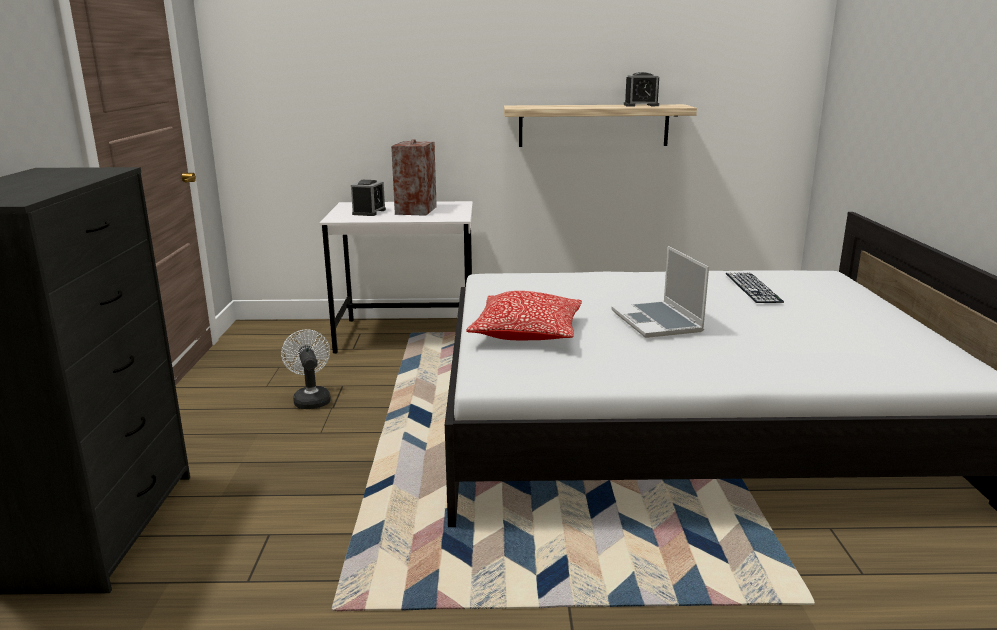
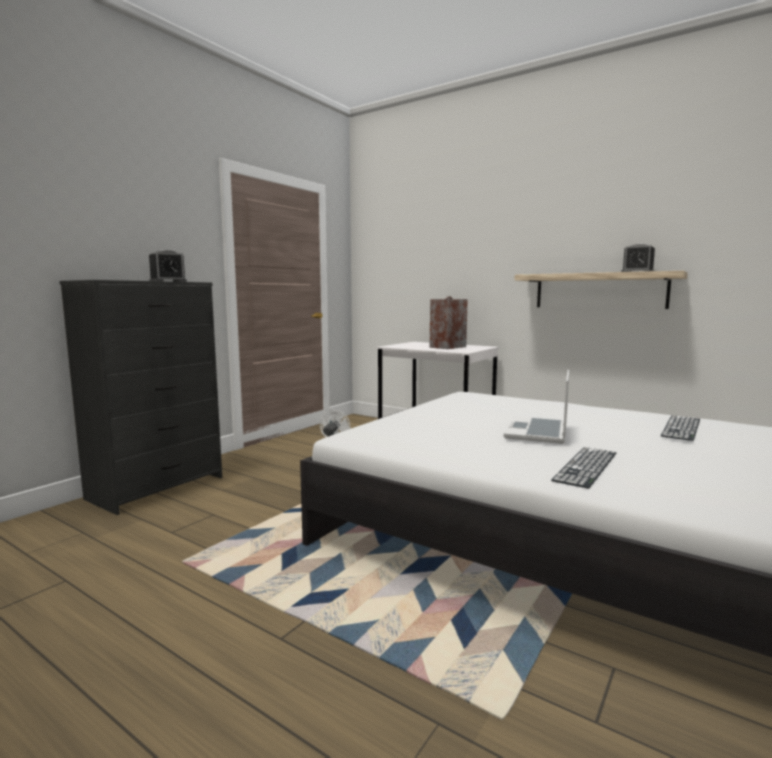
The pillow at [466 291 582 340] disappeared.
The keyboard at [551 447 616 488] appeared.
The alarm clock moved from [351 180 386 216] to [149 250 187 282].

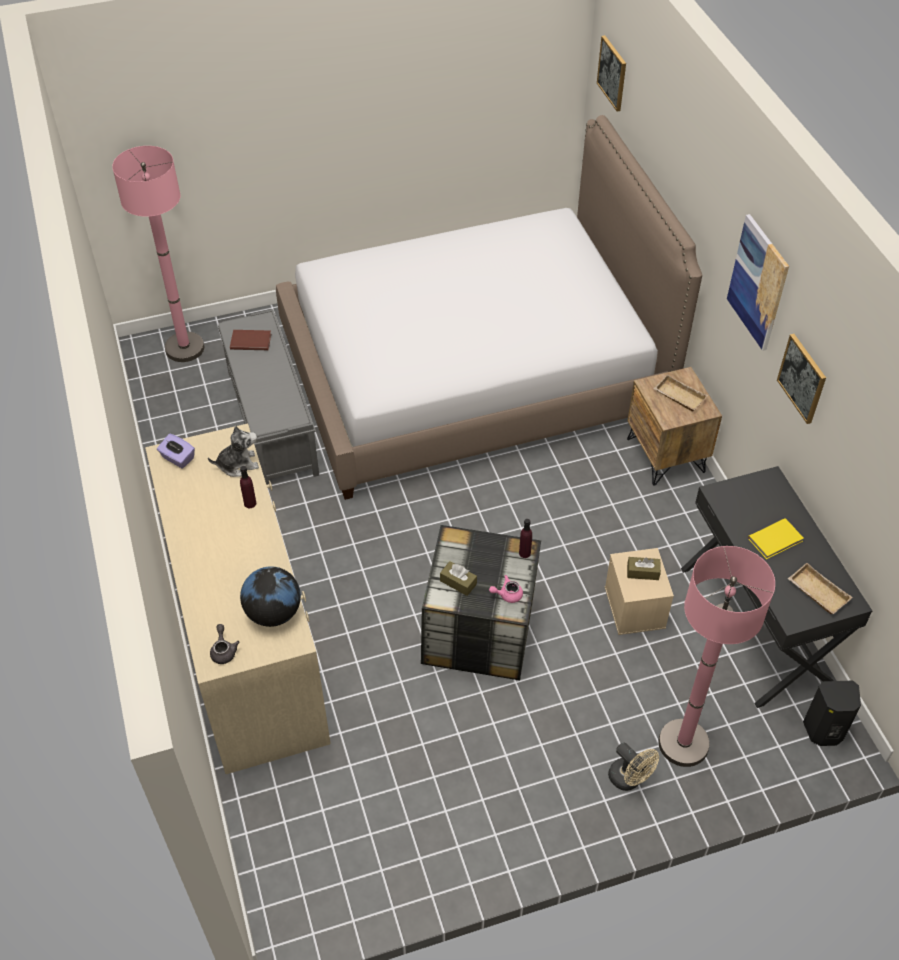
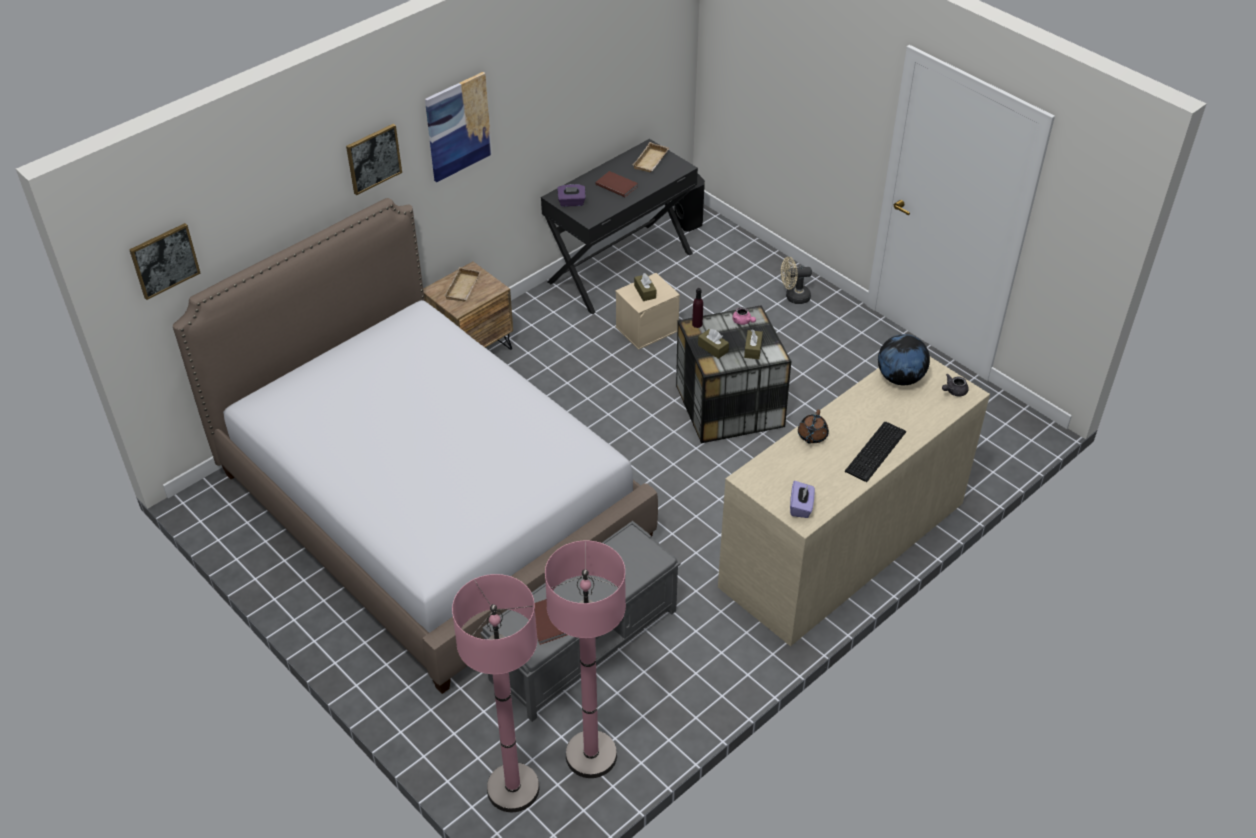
The plush toy at [208 425 259 477] disappeared.
The purple tissue box at [557 184 586 207] appeared.
The brown tissue box at [698 329 729 359] appeared.
The keyboard at [845 422 906 482] appeared.
The pink floor lamp moved from [658 546 775 767] to [545 541 626 778].
The picture moved from [777 334 826 424] to [346 124 402 195].
The purple bottle at [240 466 256 508] was replaced by the brown teapot at [798 410 829 444].
The yellow book at [748 518 804 559] became the brown book at [595 171 638 197].
The beige fan at [608 743 659 791] turned 120 degrees counterclockwise.

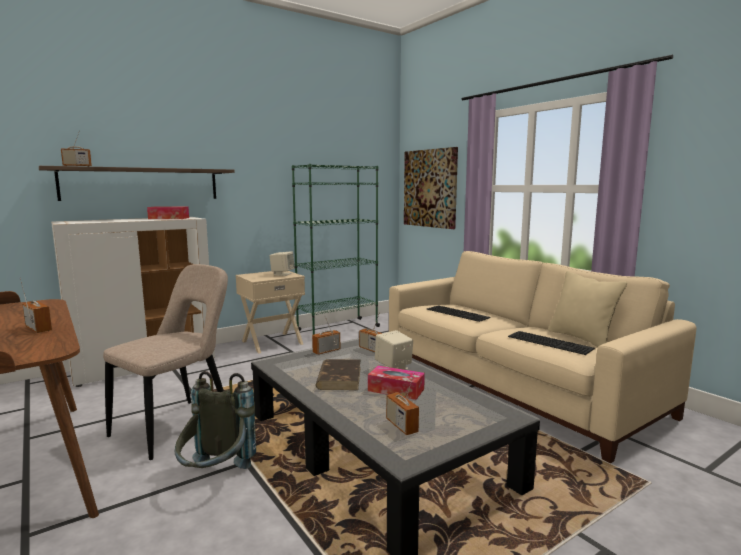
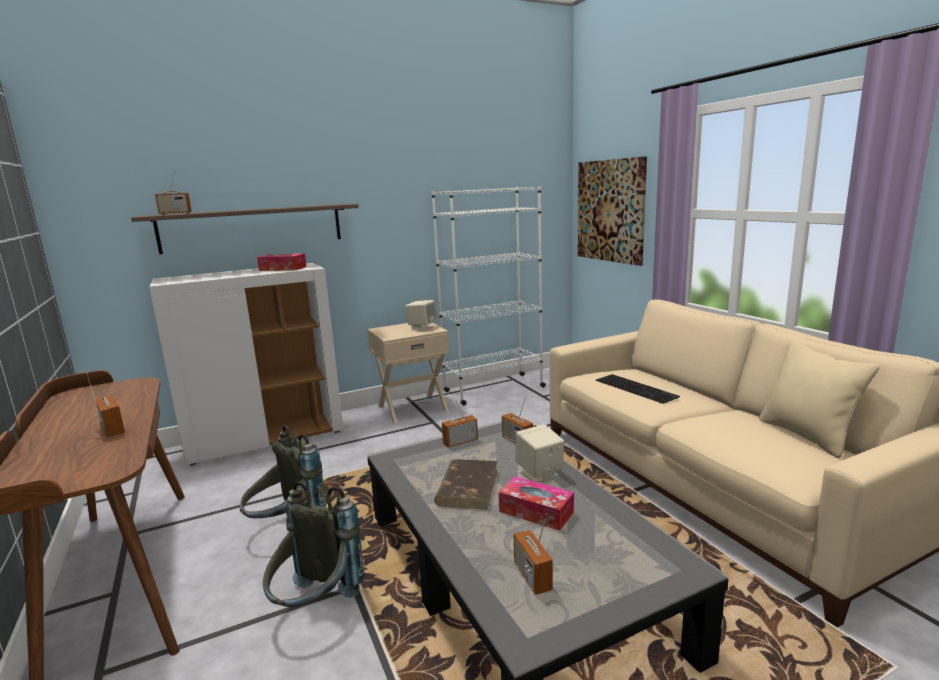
The keyboard at [508 331 595 355] disappeared.
The beige chair at [103 264 228 460] was replaced by the grey backpack at [240 425 327 518].
The green bookcase at [292 164 380 335] became the white bookcase at [431 186 546 406].

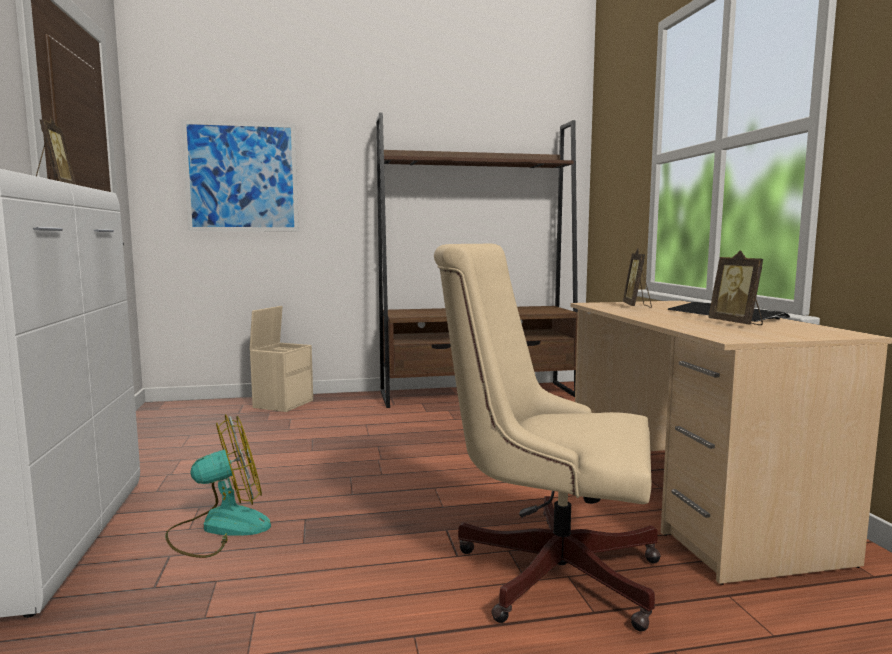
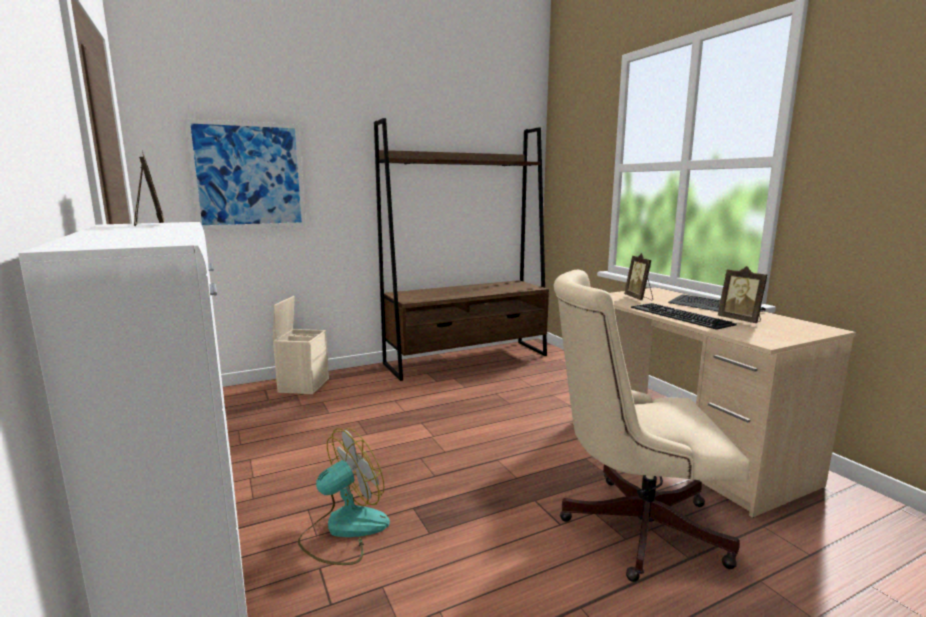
The keyboard at [631 303 737 330] appeared.

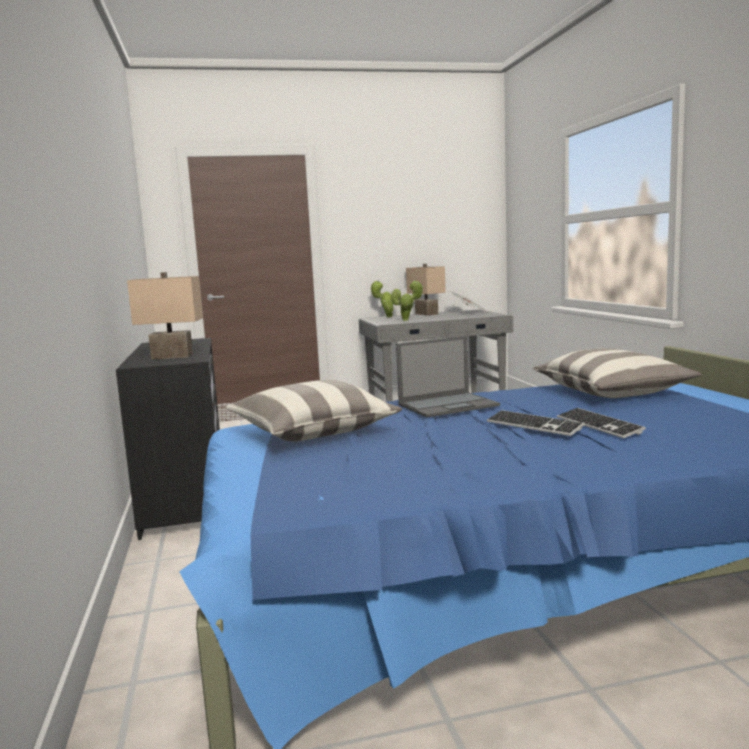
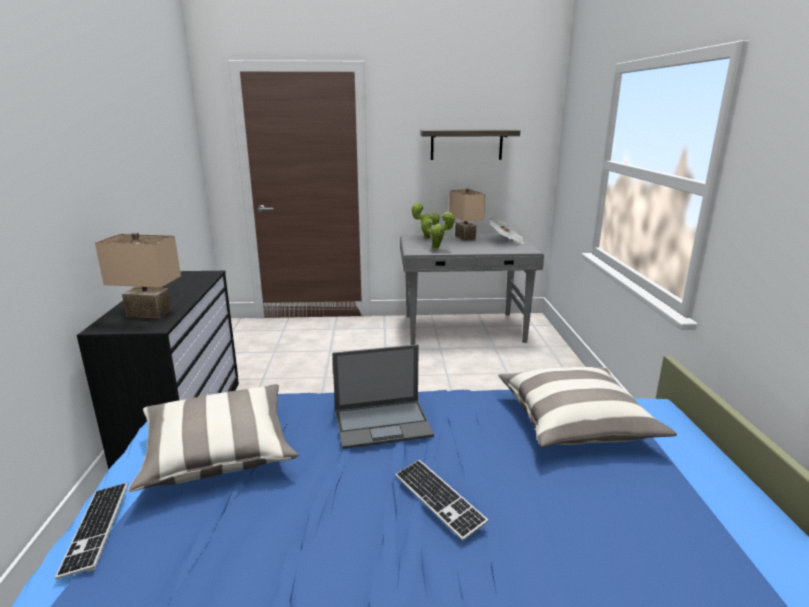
The shelf at [420 129 520 160] appeared.
The keyboard moved from [557 408 646 438] to [55 483 128 579].

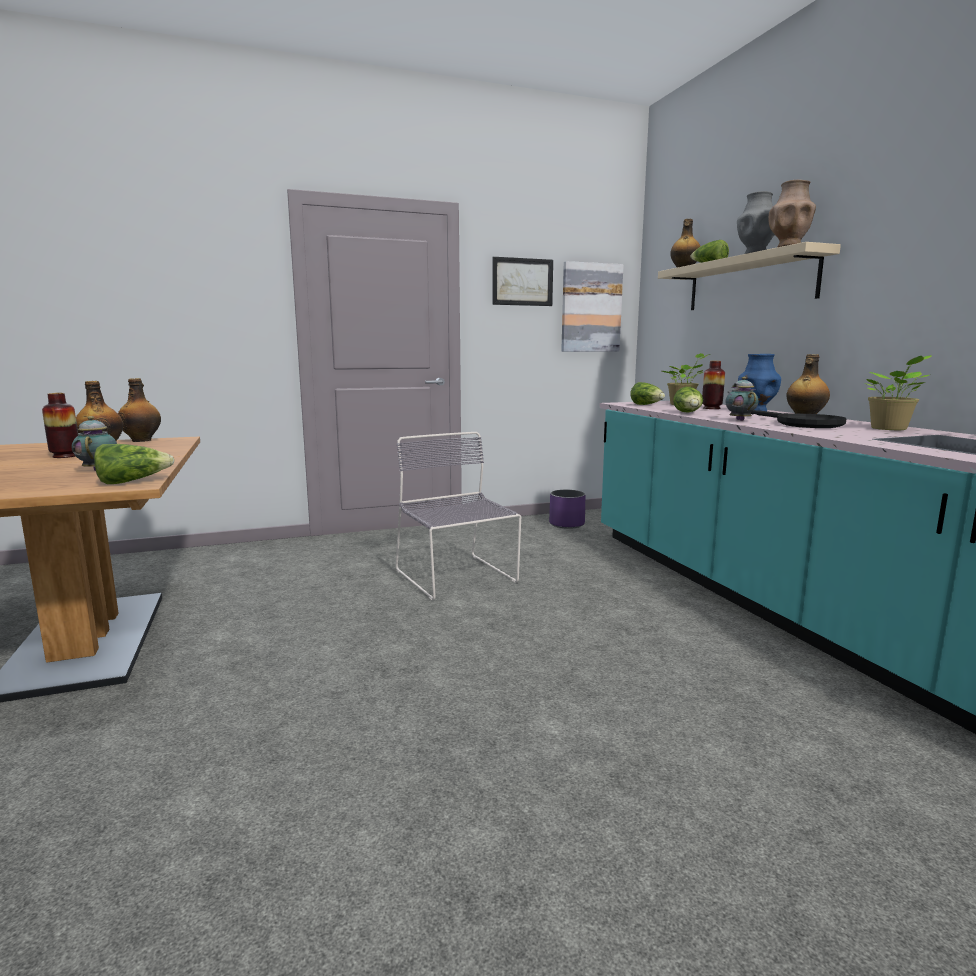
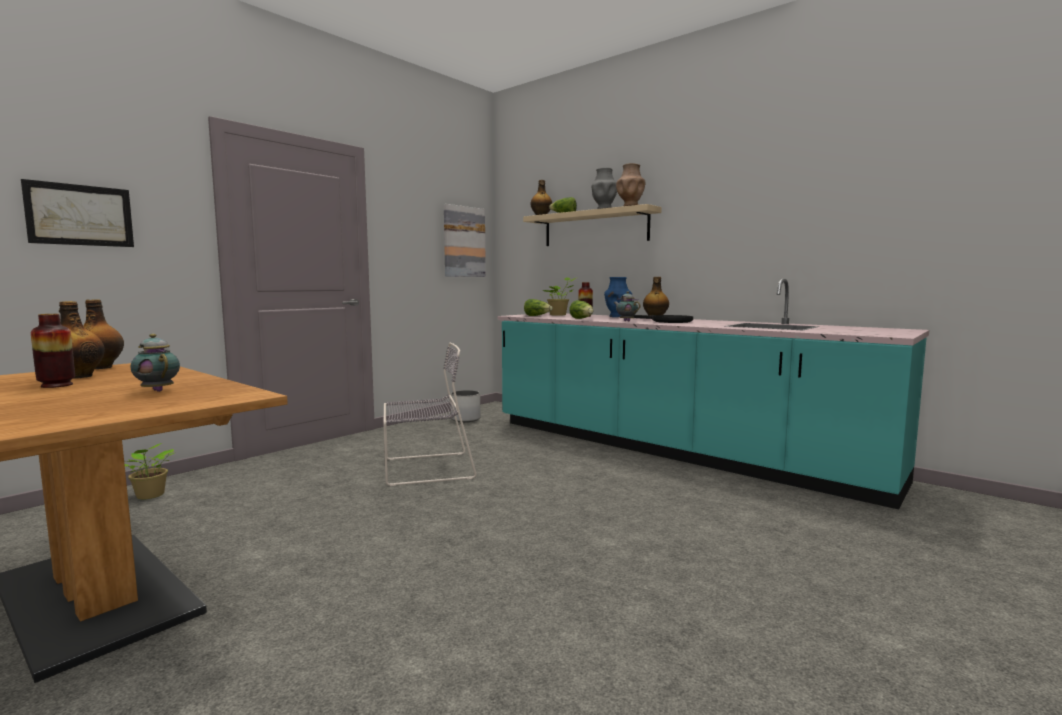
The lettuce at [94 444 174 484] disappeared.
The picture moved from [493 257 553 306] to [21 179 134 247].
The potted plant moved from [863 355 932 430] to [124 443 176 500].
The purple planter at [549 490 586 529] became the white planter at [451 390 481 422].
The grey chair at [396 432 521 600] turned 135 degrees clockwise.

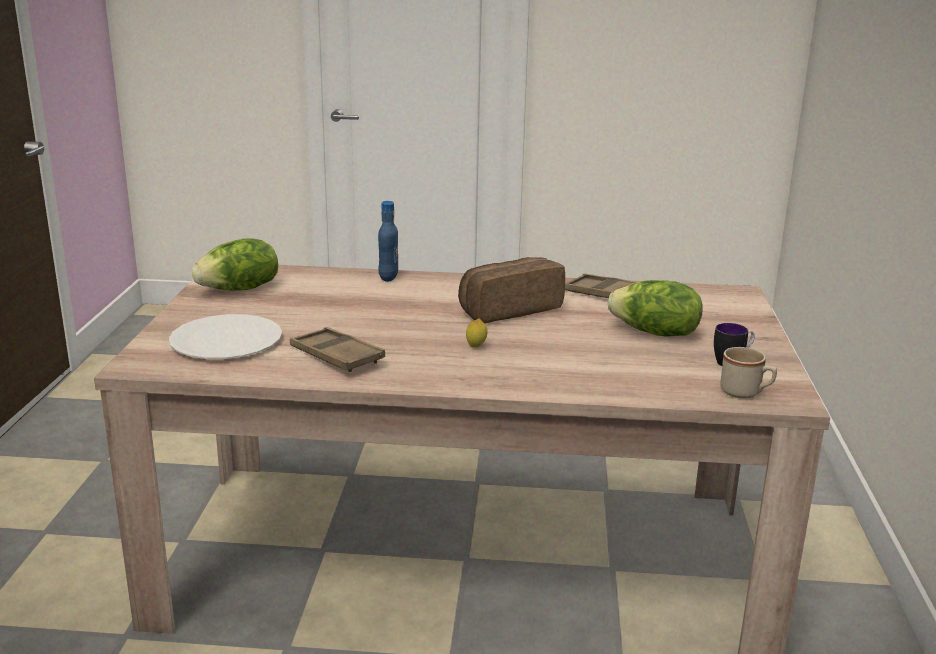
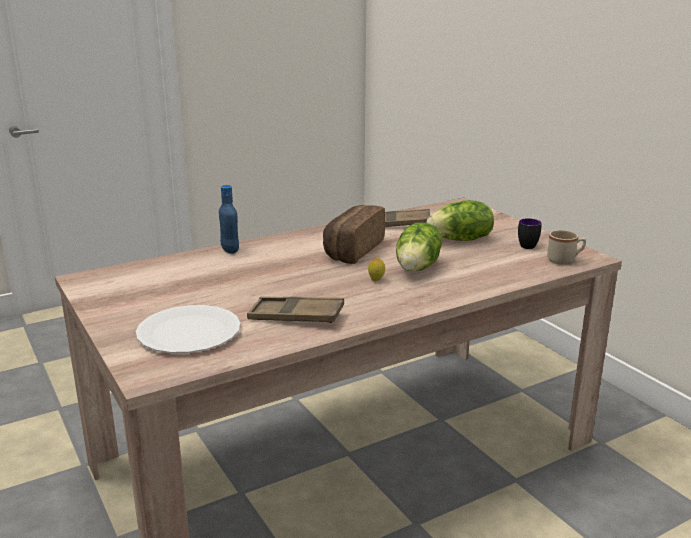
The lettuce moved from [192 239 278 291] to [396 223 442 272].

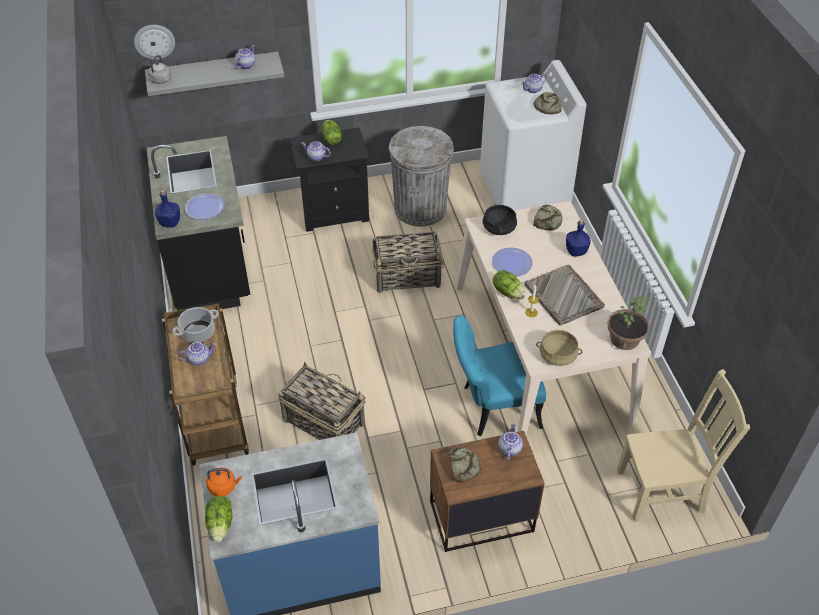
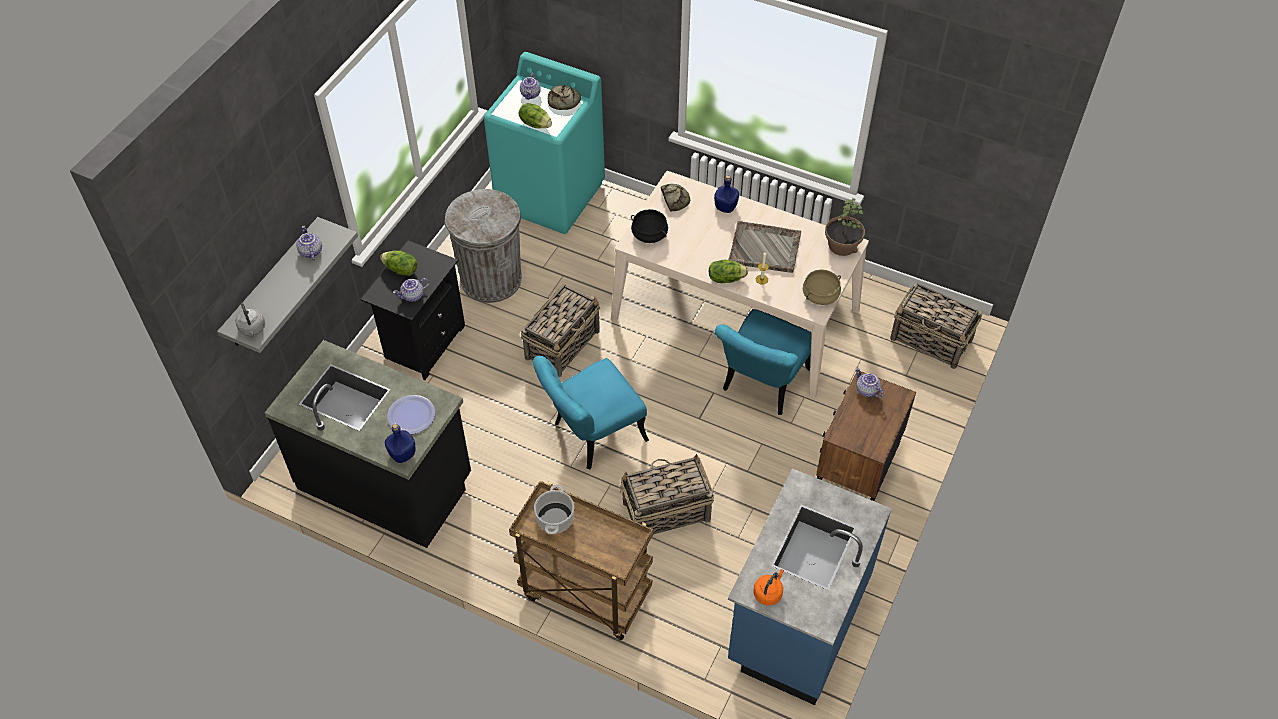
The wall clock at [134 25 175 60] disappeared.
The teapot at [178 342 216 365] disappeared.
The bread at [449 447 481 482] disappeared.
The plate at [492 247 533 276] disappeared.
The turquoise chair at [533 356 649 469] appeared.
The lettuce moved from [205 496 232 542] to [518 103 552 129].
The beige chair at [617 369 750 522] was replaced by the basket at [890 283 982 369].
The white washing machine at [480 60 586 210] became the turquoise washing machine at [484 52 605 234].

